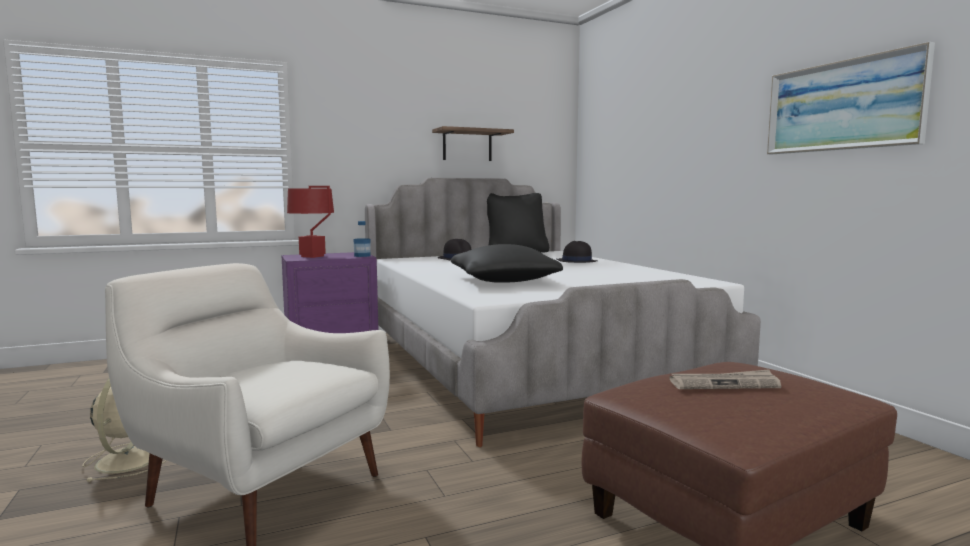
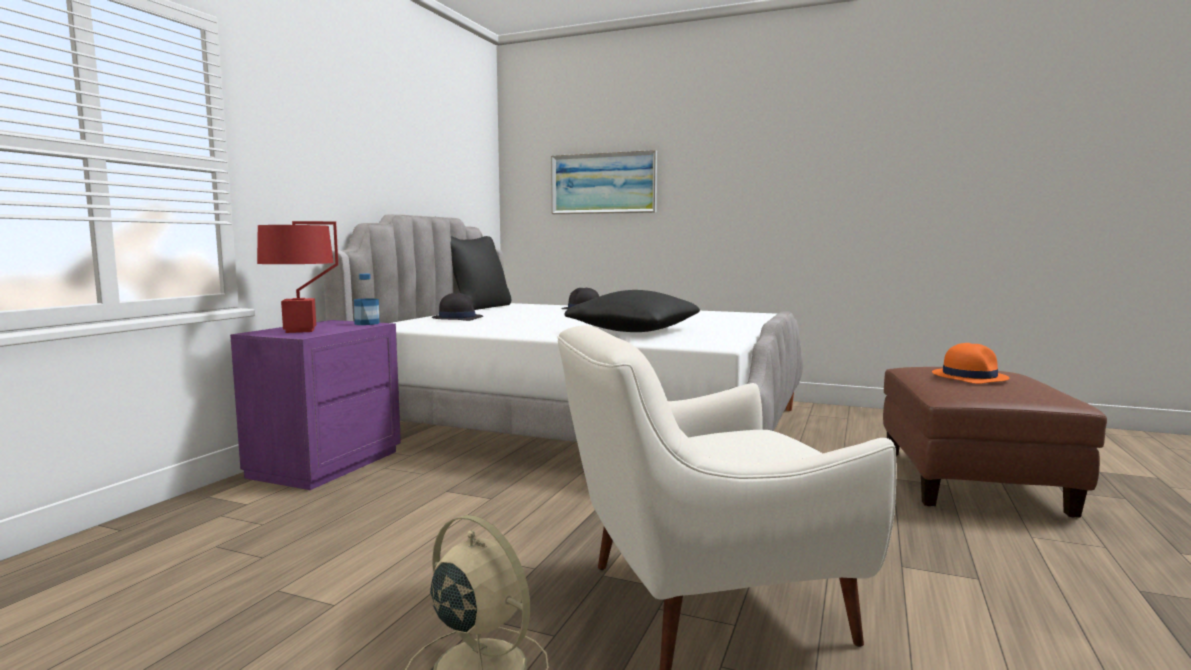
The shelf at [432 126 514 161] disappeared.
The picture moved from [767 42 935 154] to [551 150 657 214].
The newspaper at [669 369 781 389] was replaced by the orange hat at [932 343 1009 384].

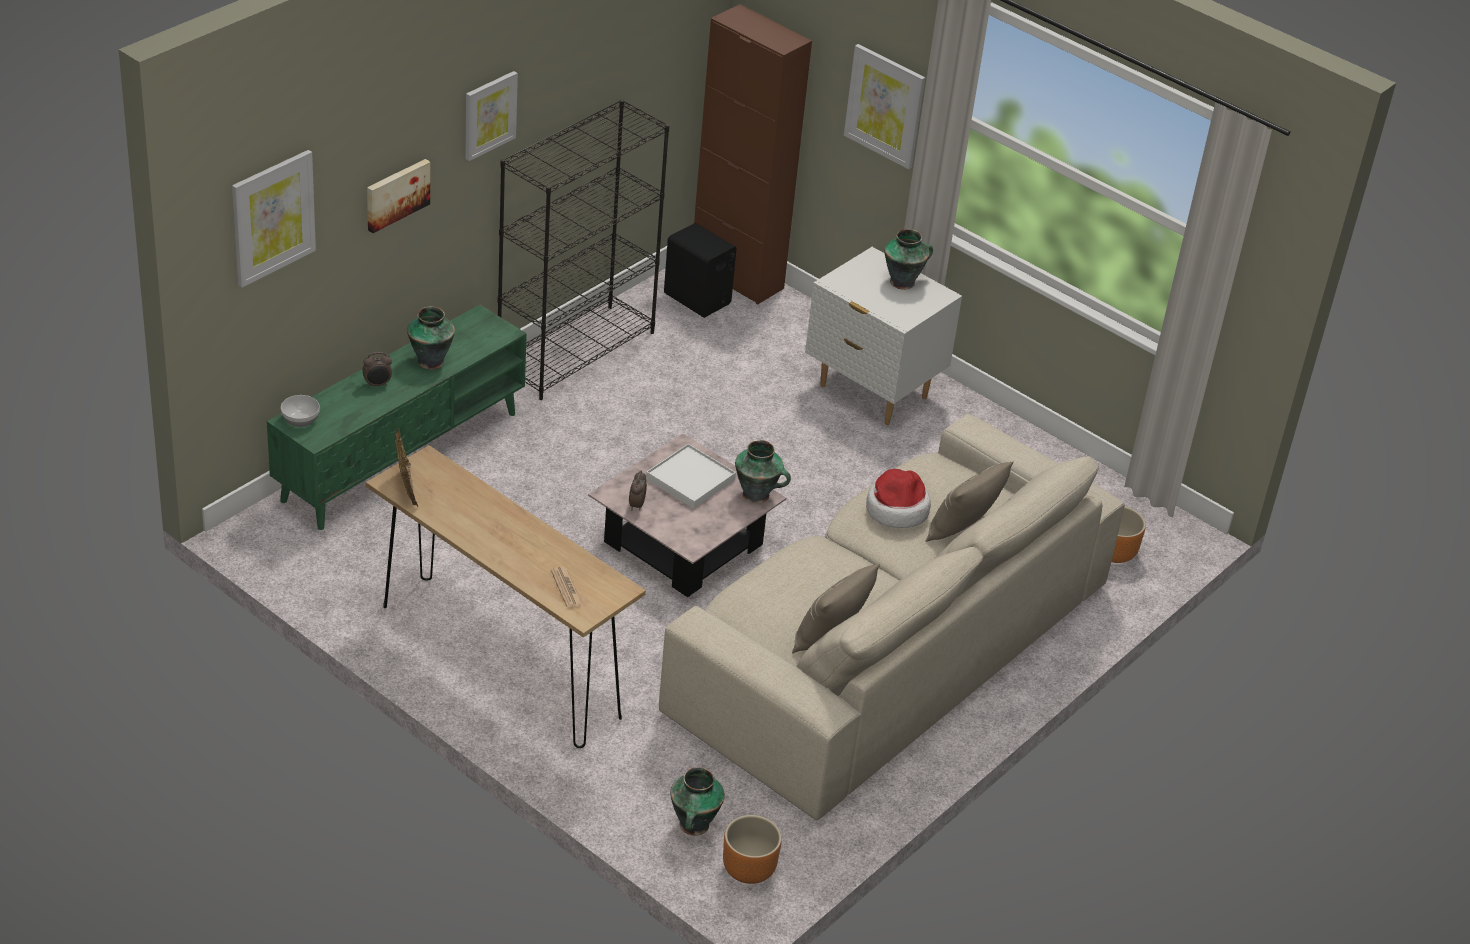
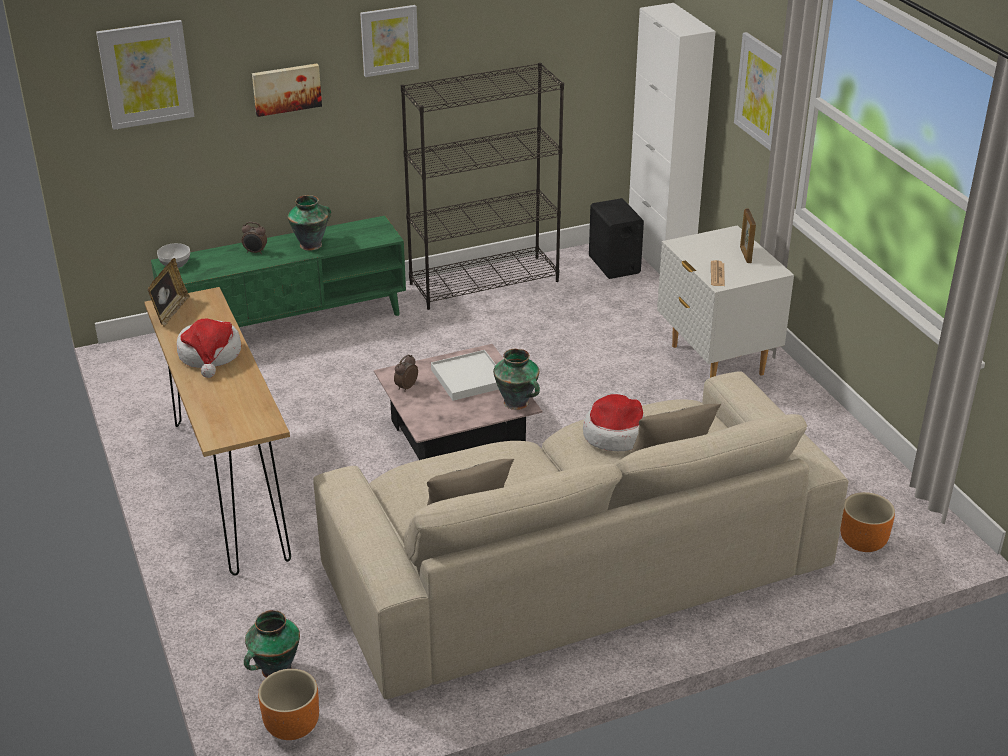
The hat at [177 319 241 378] appeared.
The newspaper moved from [551 567 583 608] to [711 260 725 286].
The vase at [884 229 933 290] was replaced by the picture frame at [740 209 756 263].
The brown cabinet at [694 4 812 305] became the white cabinet at [629 3 715 274].

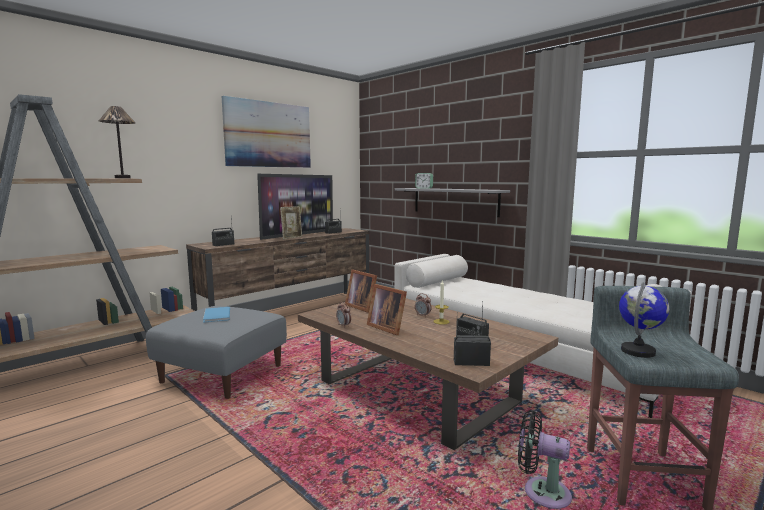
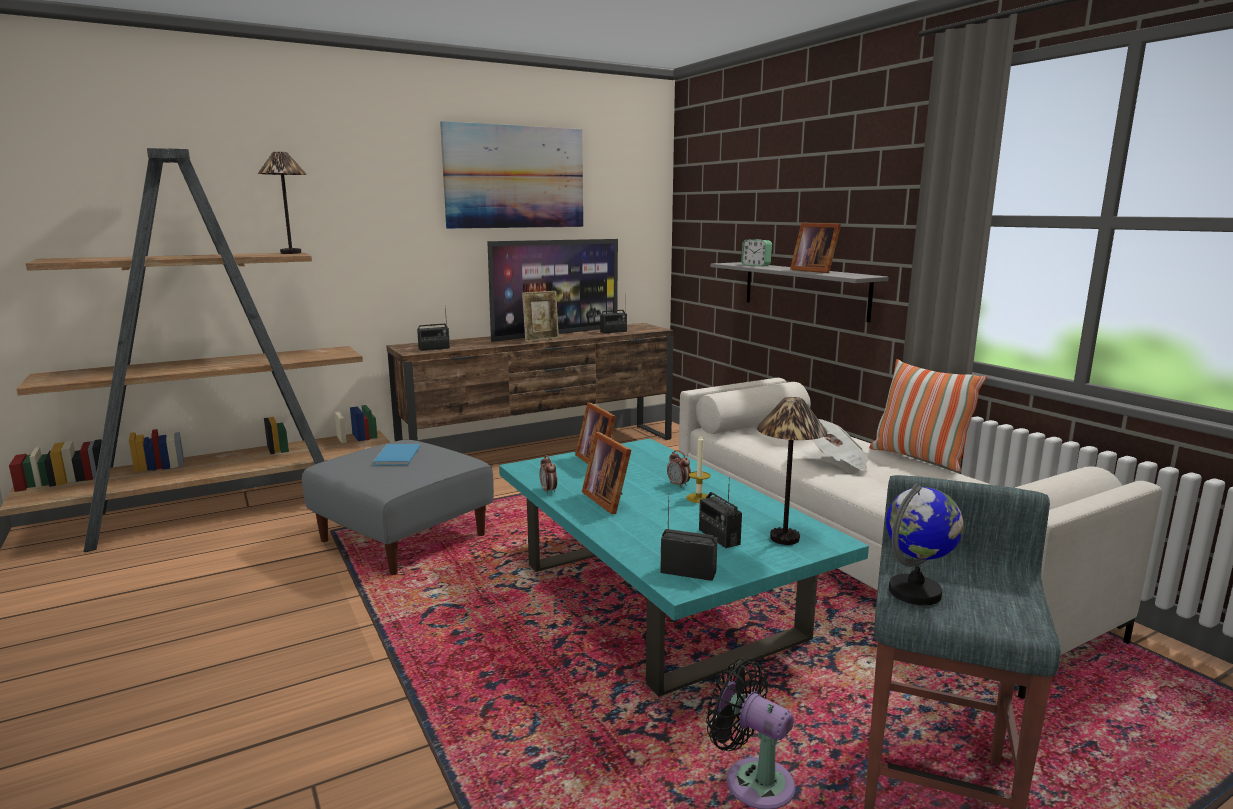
The table lamp at [757 397 827 545] appeared.
The picture frame at [790 223 841 273] appeared.
The newspaper at [812 419 869 471] appeared.
The pillow at [869 359 987 471] appeared.
The brown coffee table at [298 298 558 450] became the turquoise coffee table at [499 439 869 697].

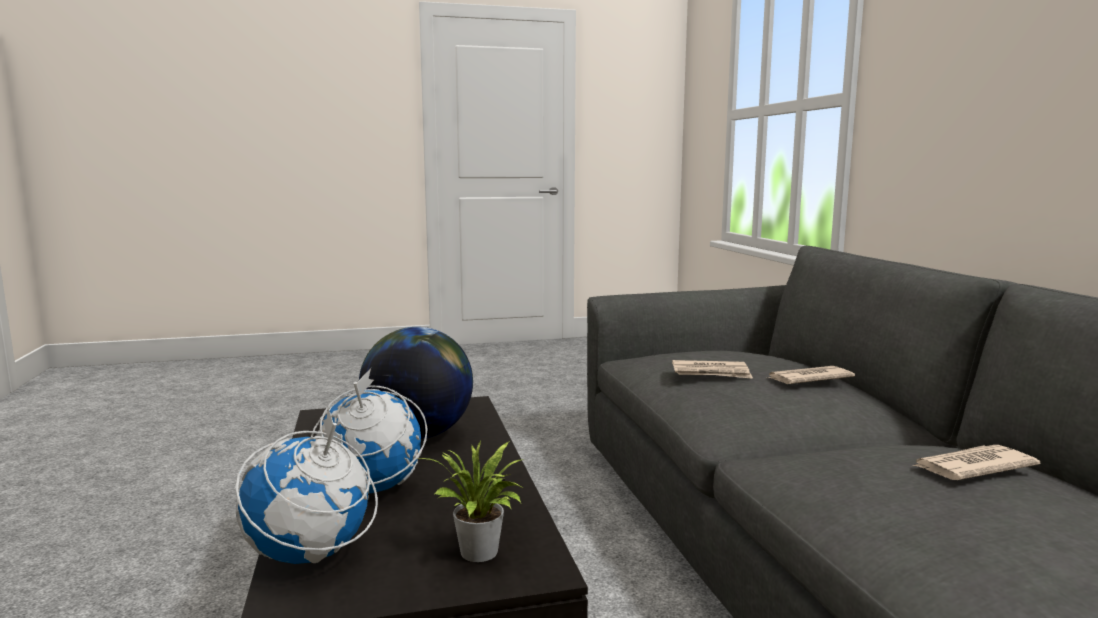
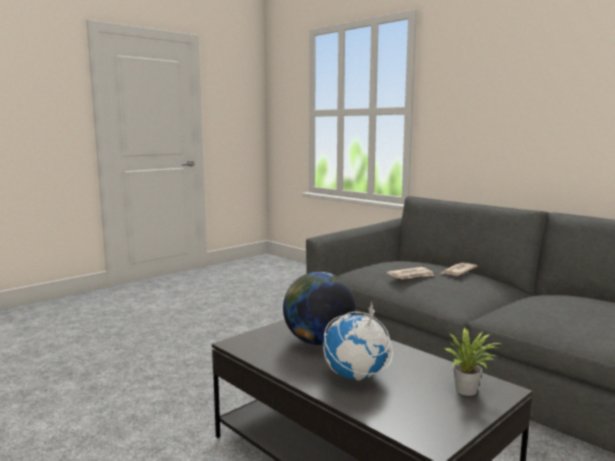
The globe at [235 407 378 564] disappeared.
The newspaper at [913 445 1040 480] disappeared.

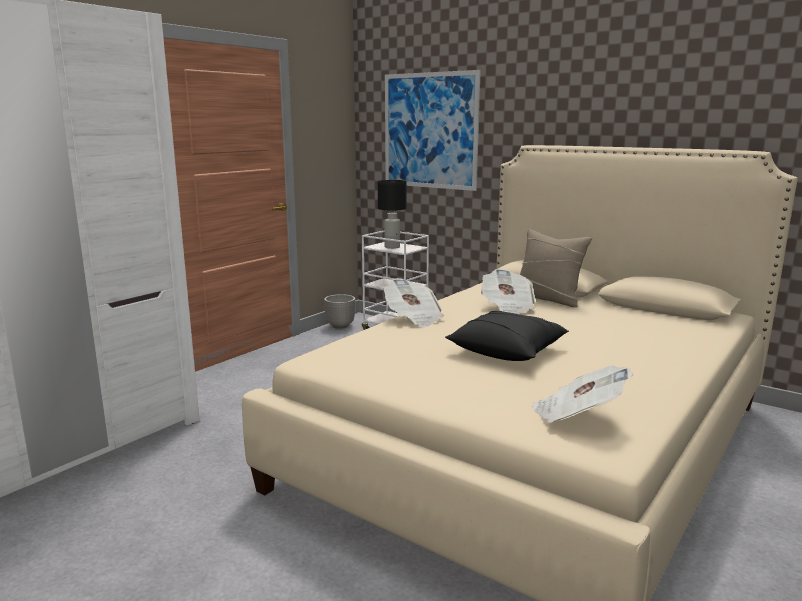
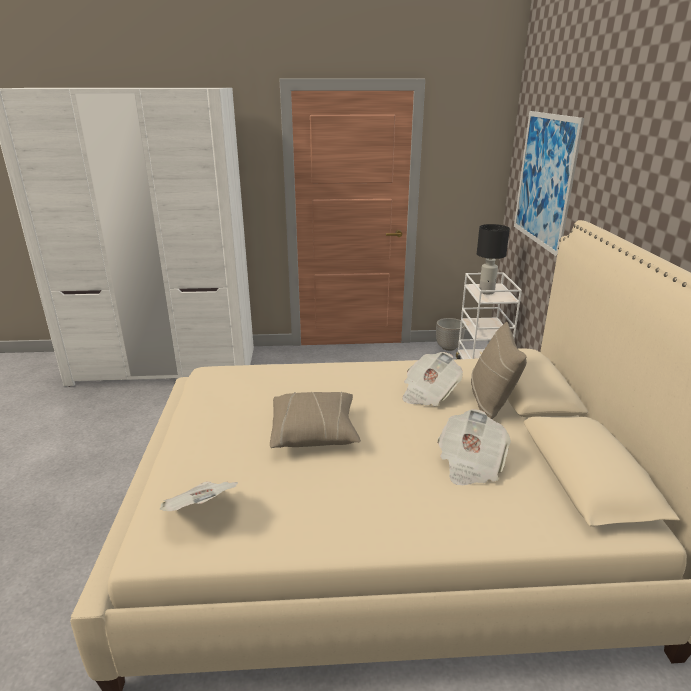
The newspaper moved from [383 278 444 328] to [438 409 511 485].
The black pillow at [445 311 569 361] became the beige pillow at [270 392 361 448].

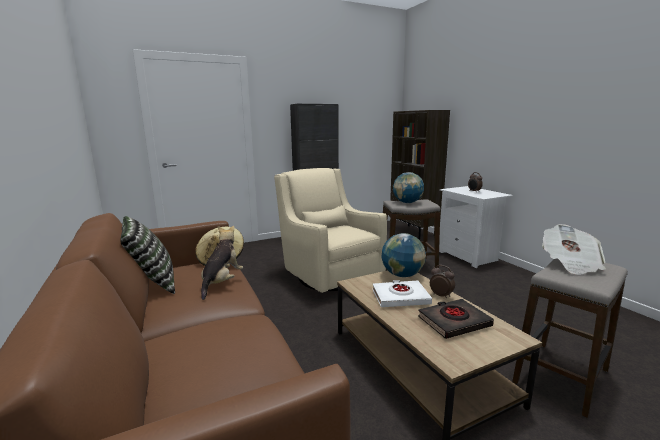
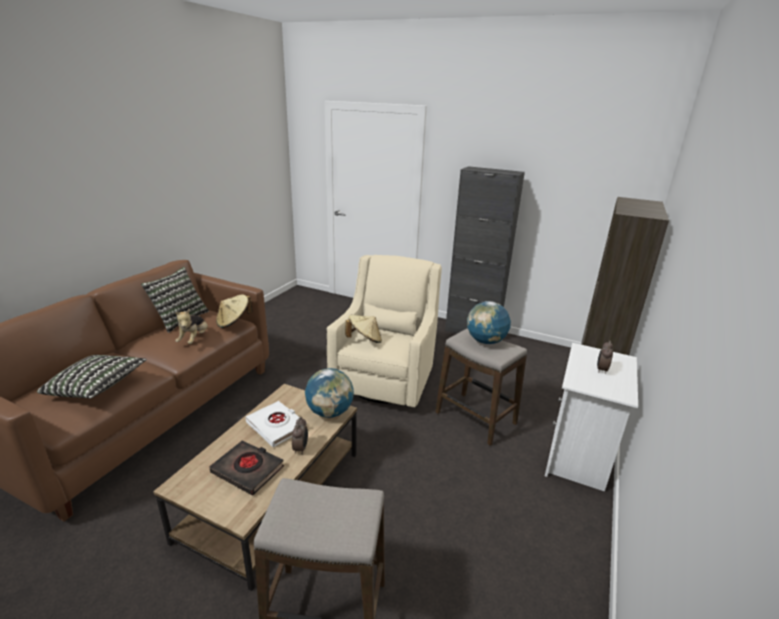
The newspaper at [542 224 606 275] disappeared.
The pillow at [37 355 147 399] appeared.
The beige hat at [345 315 382 343] appeared.
The plush toy at [201 226 243 300] turned 120 degrees clockwise.

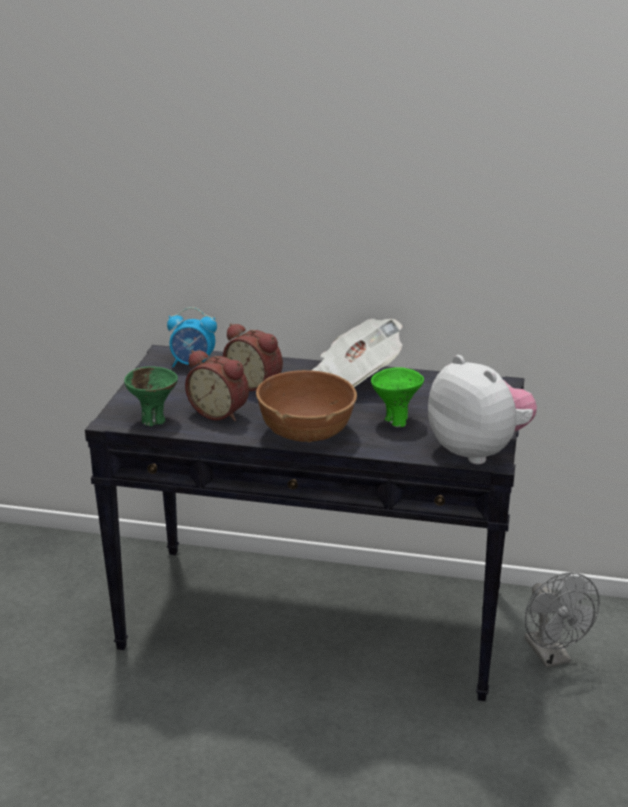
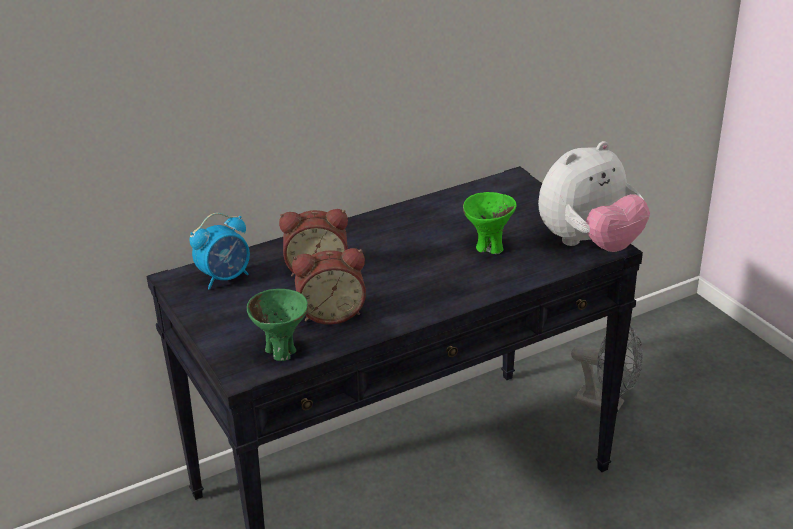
The brown bowl at [256 370 357 442] disappeared.
The newspaper at [311 319 403 387] disappeared.
The plush toy at [428 355 537 464] turned 135 degrees clockwise.

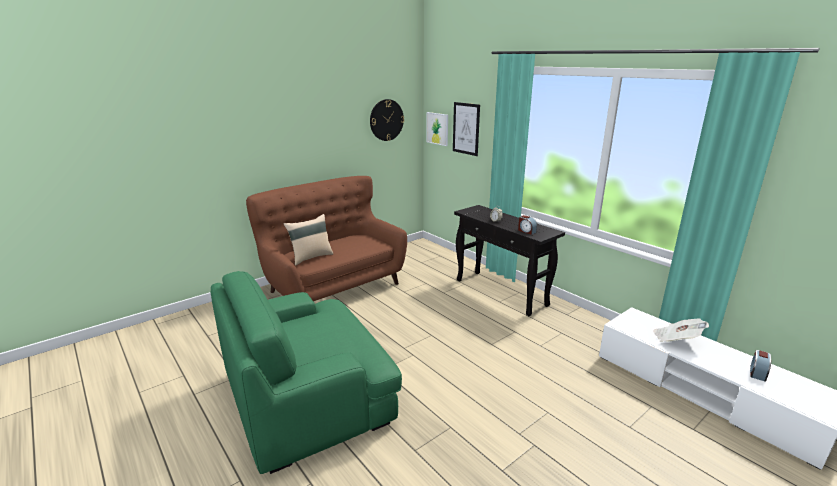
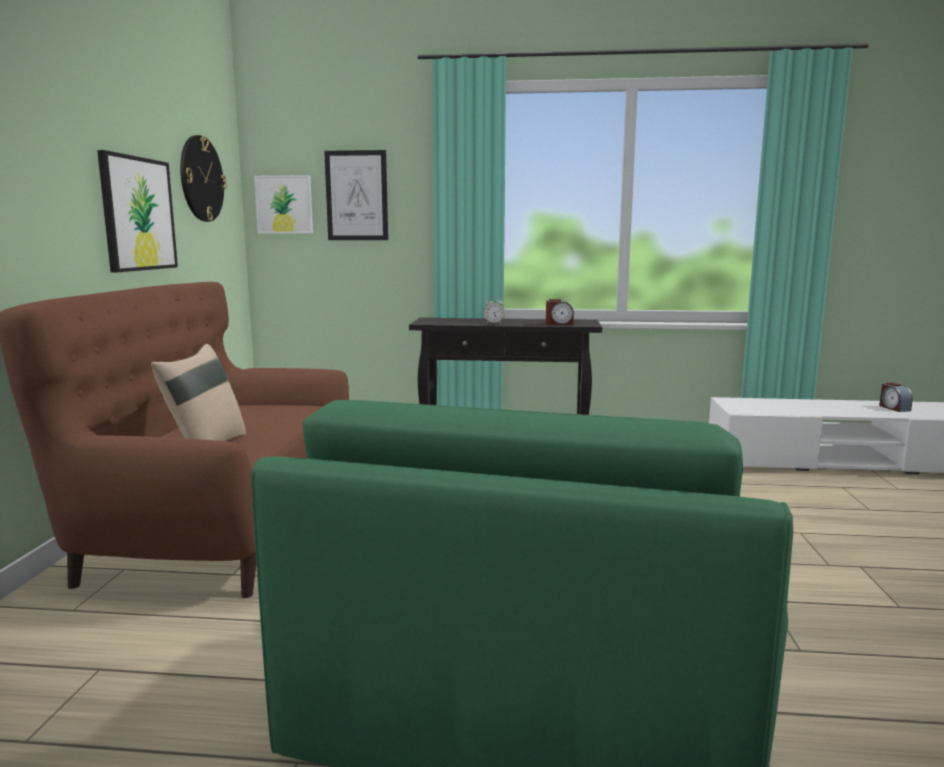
The newspaper at [653 318 709 342] disappeared.
The picture at [97 150 178 272] appeared.

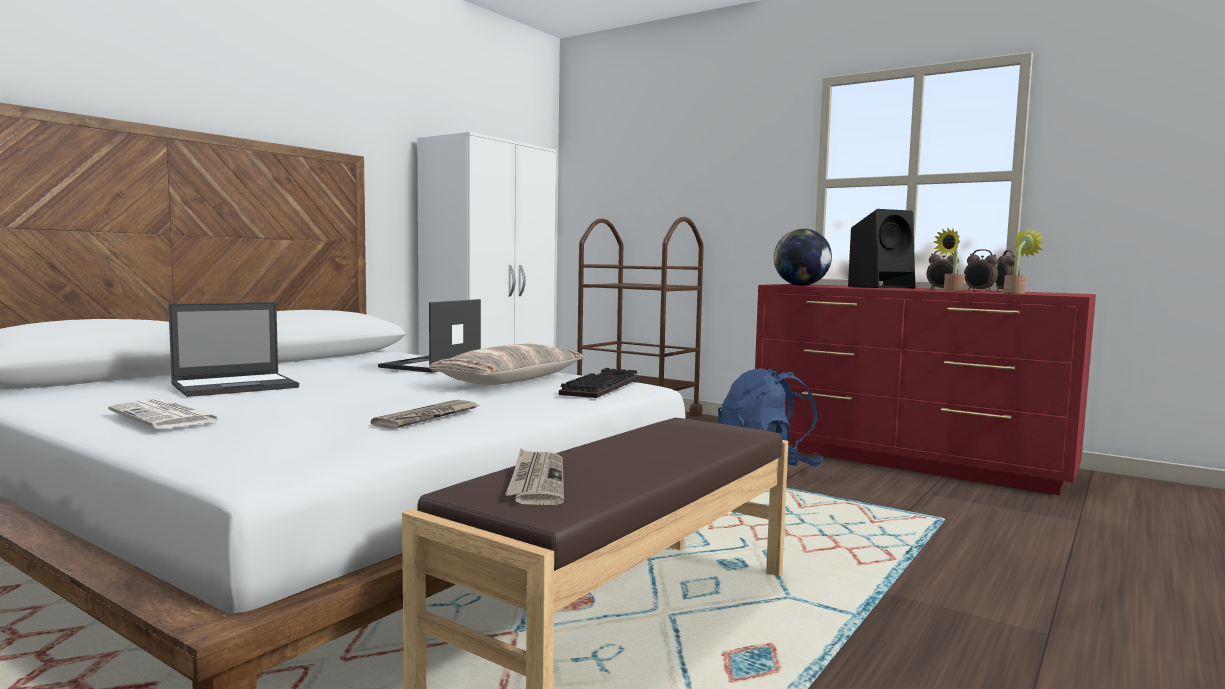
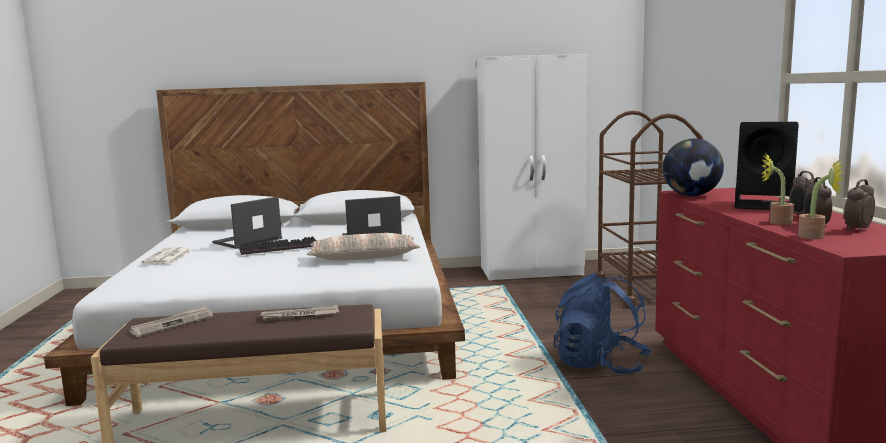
The newspaper moved from [371 400 480 429] to [260 305 339 321].
The keyboard moved from [559 368 639 398] to [239 237 317 255].
The laptop at [168 302 299 397] turned 120 degrees clockwise.

